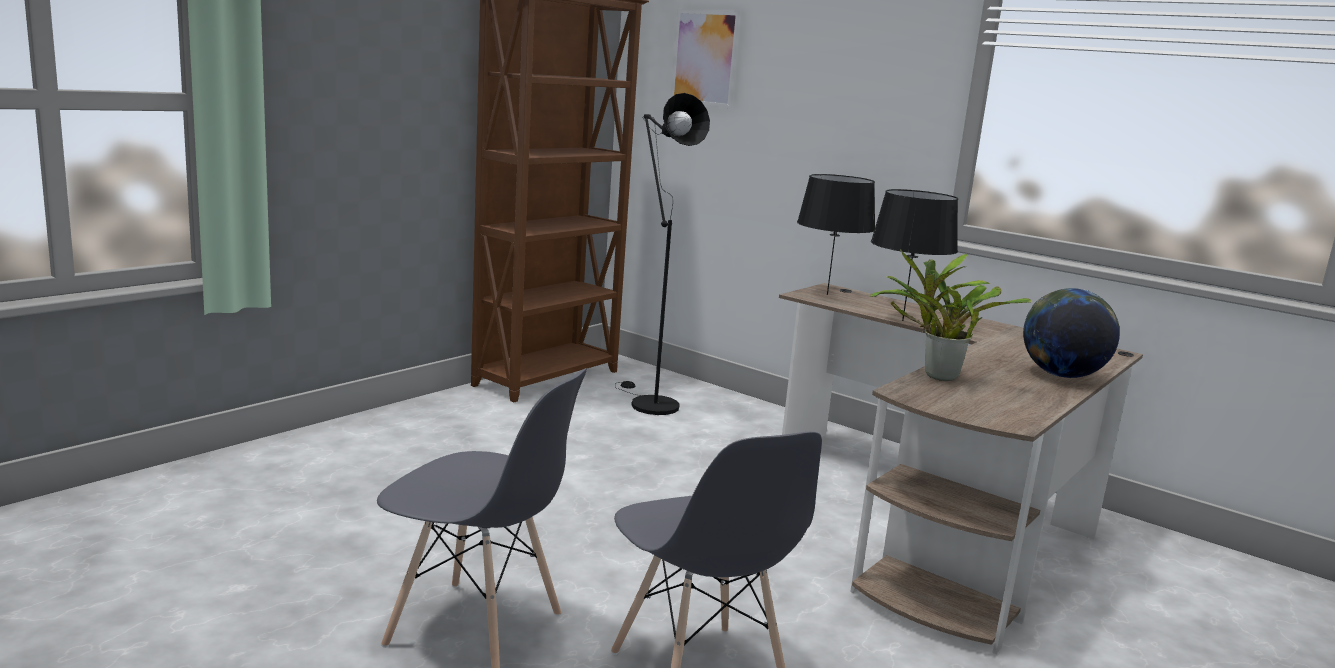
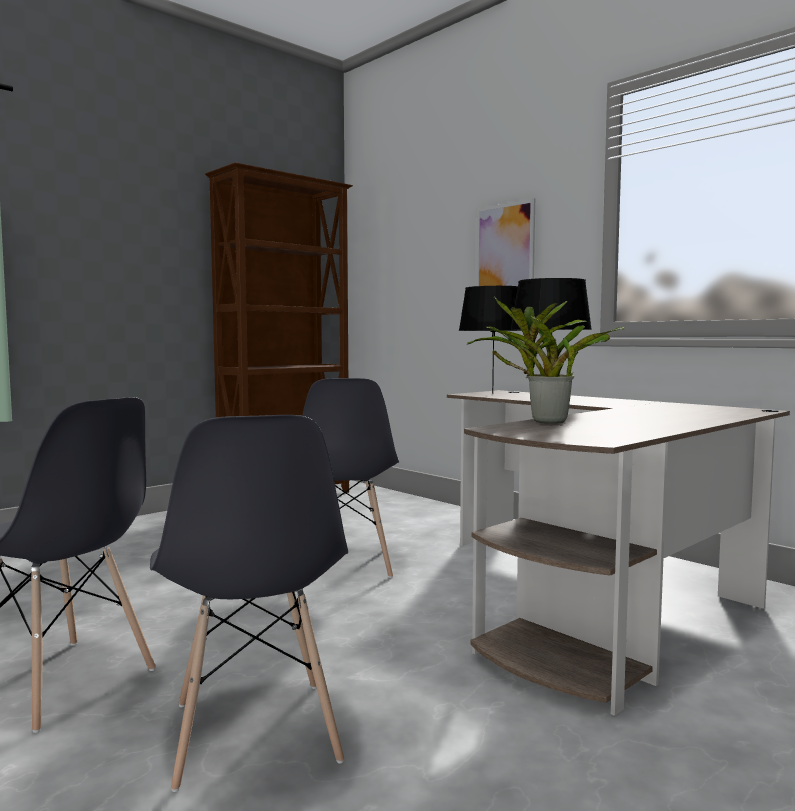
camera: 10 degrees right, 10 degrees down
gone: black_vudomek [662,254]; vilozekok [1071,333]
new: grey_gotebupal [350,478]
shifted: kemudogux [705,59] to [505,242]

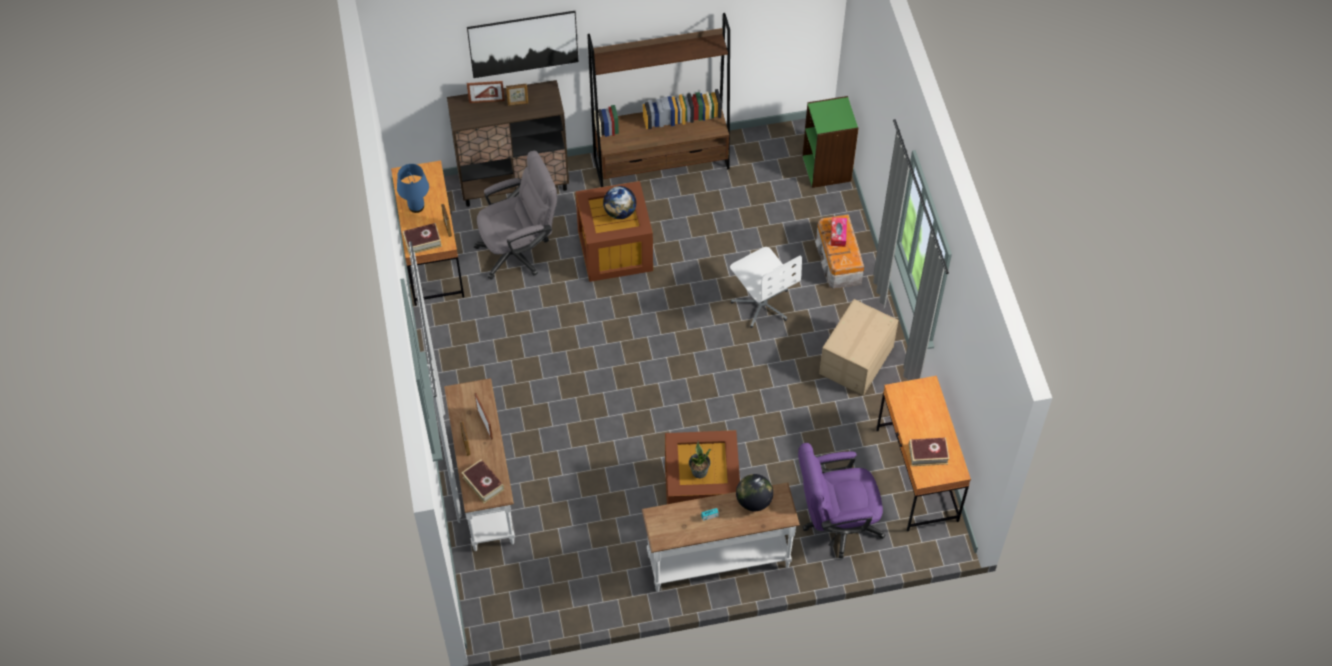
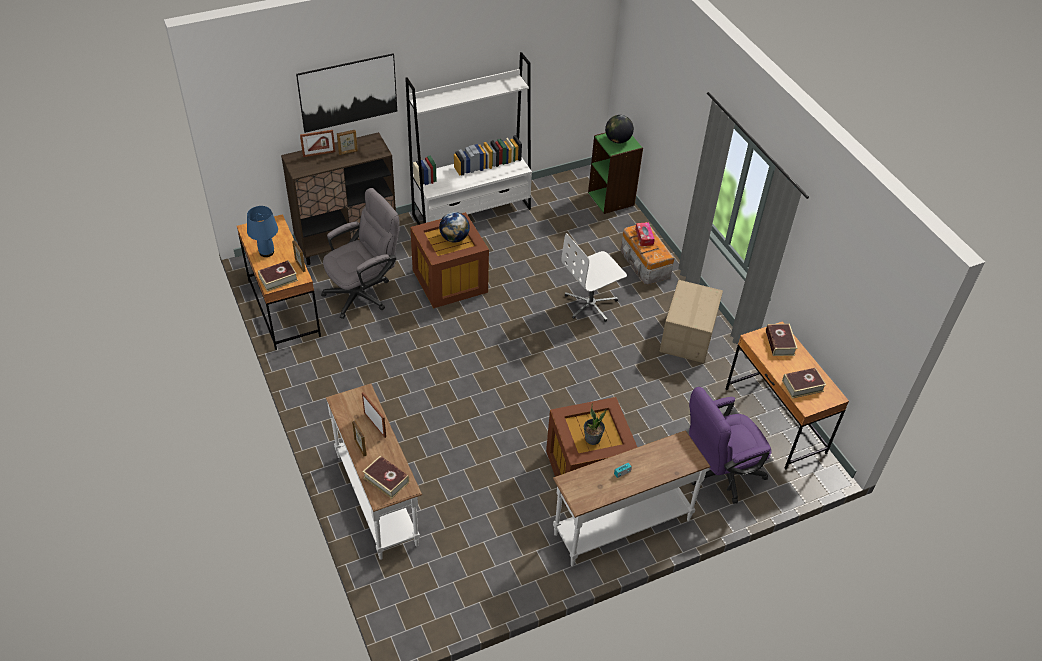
camera: 15 degrees left, 10 degrees down
new: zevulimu [782,340]
shifted: vilozekok [754,492] to [619,129]
repainted: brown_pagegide [658,100] to white_pagegide [468,138]
rotated: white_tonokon [766,287] = [594,277] 105 degrees clockwise

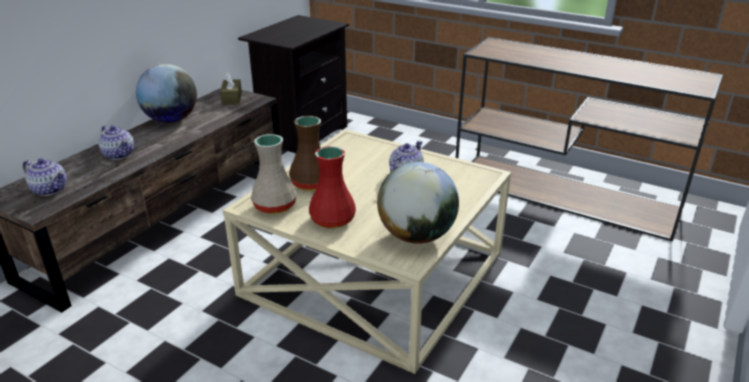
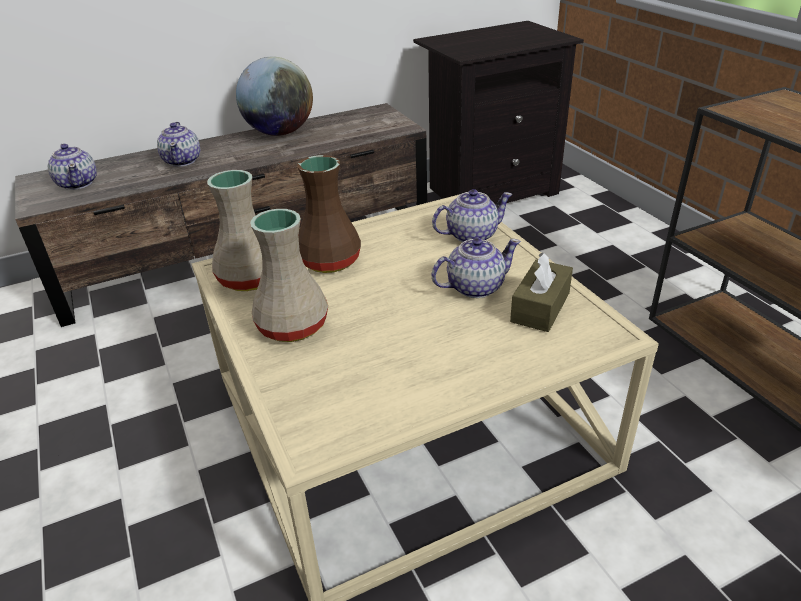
camera: 35 degrees right, 5 degrees up
gone: vilozekok [418,203]
new: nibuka [472,215]
shifted: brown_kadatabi [231,88] to [541,292]
repainted: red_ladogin [332,187] to beige_ladogin [289,275]

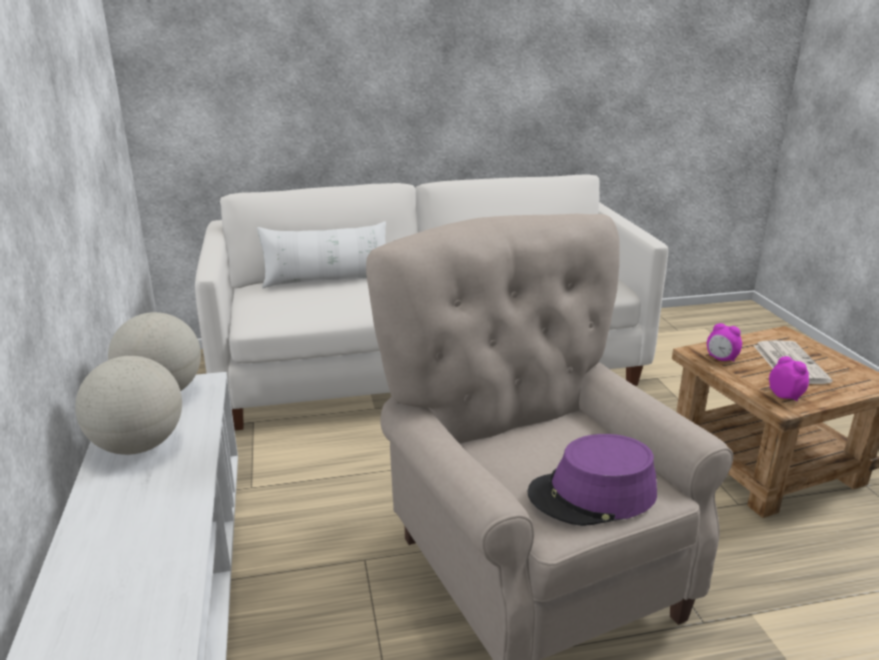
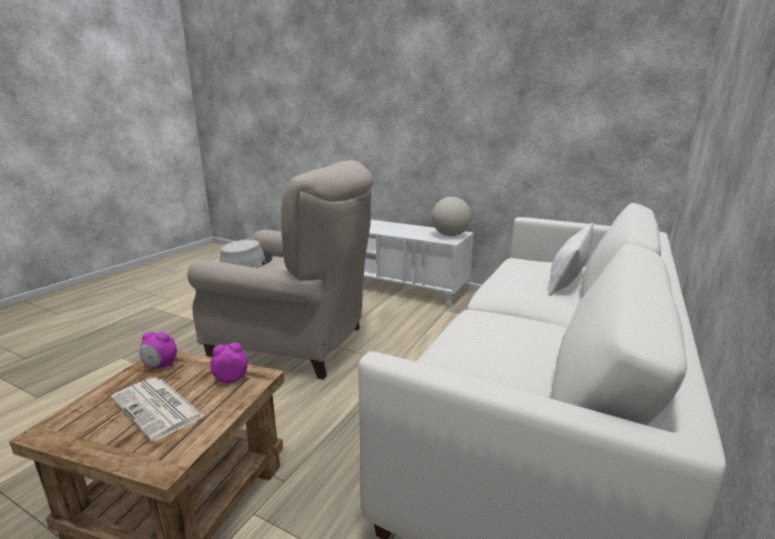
camera: 130 degrees right, 5 degrees down
gone: vilozekok [128,405]
repainted: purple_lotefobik [592,480] to grey_lotefobik [245,253]

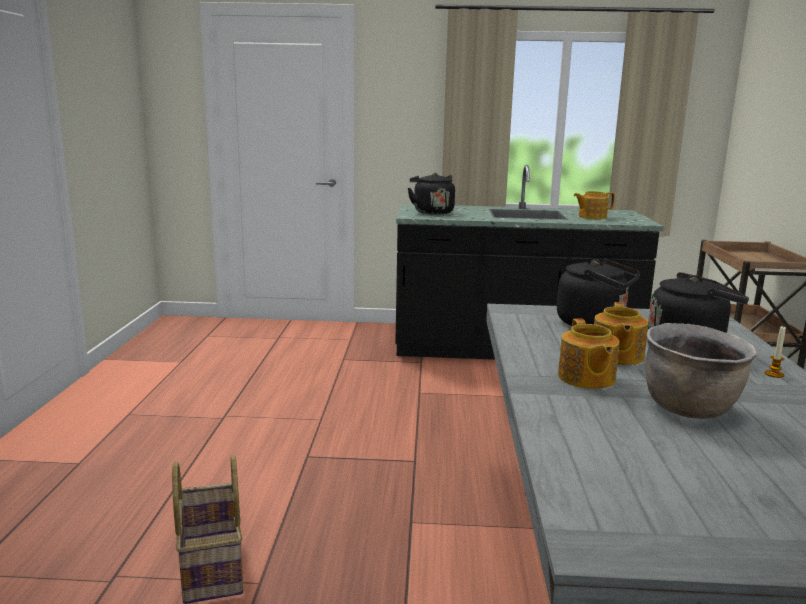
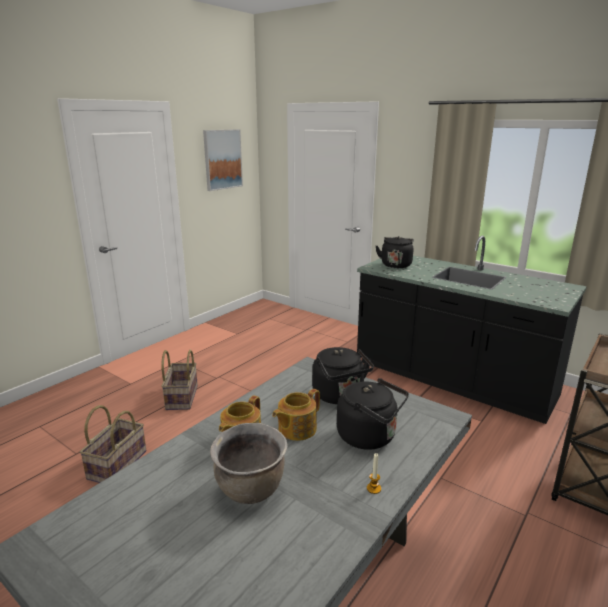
camera: 35 degrees right, 5 degrees up
gone: nibuka [594,205]
new: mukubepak [179,380]; kemudogux [223,160]

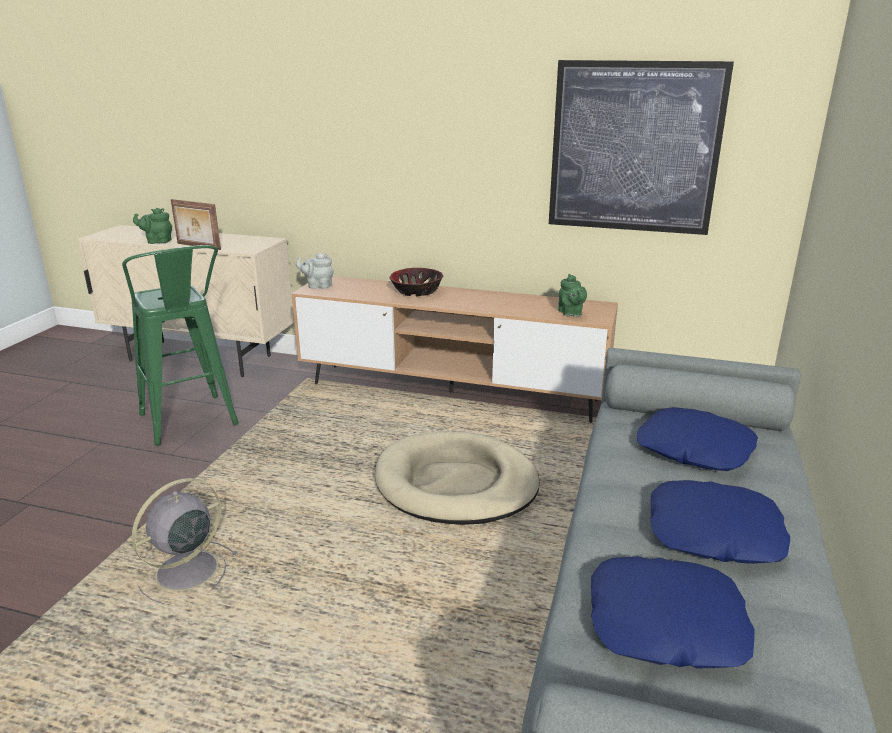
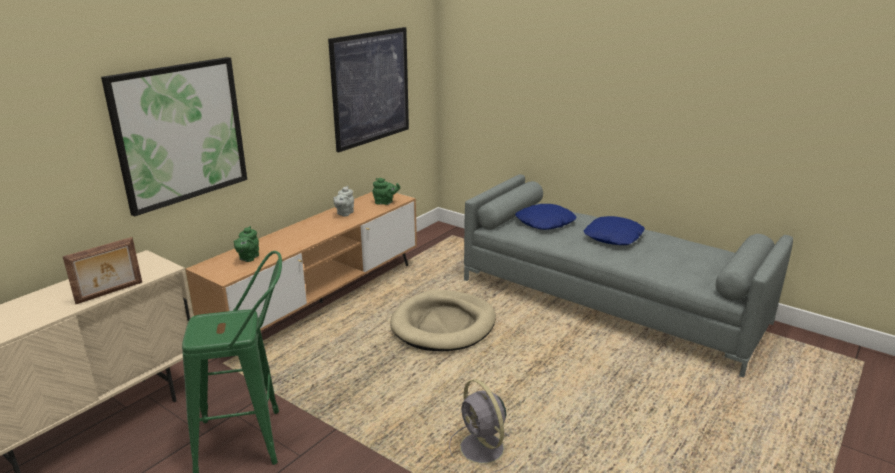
camera: 70 degrees left, 0 degrees up
gone: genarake [416,282]; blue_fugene [673,612]
new: kemudogux [174,137]
shifted: green_nibuka [152,226] to [246,244]; grey_nibuka [315,271] to [343,201]

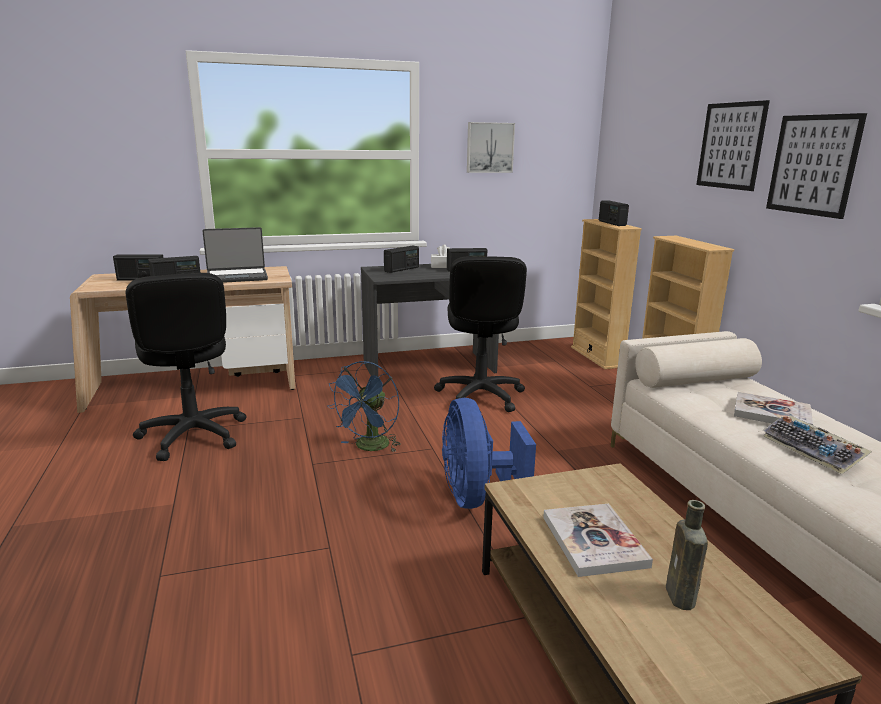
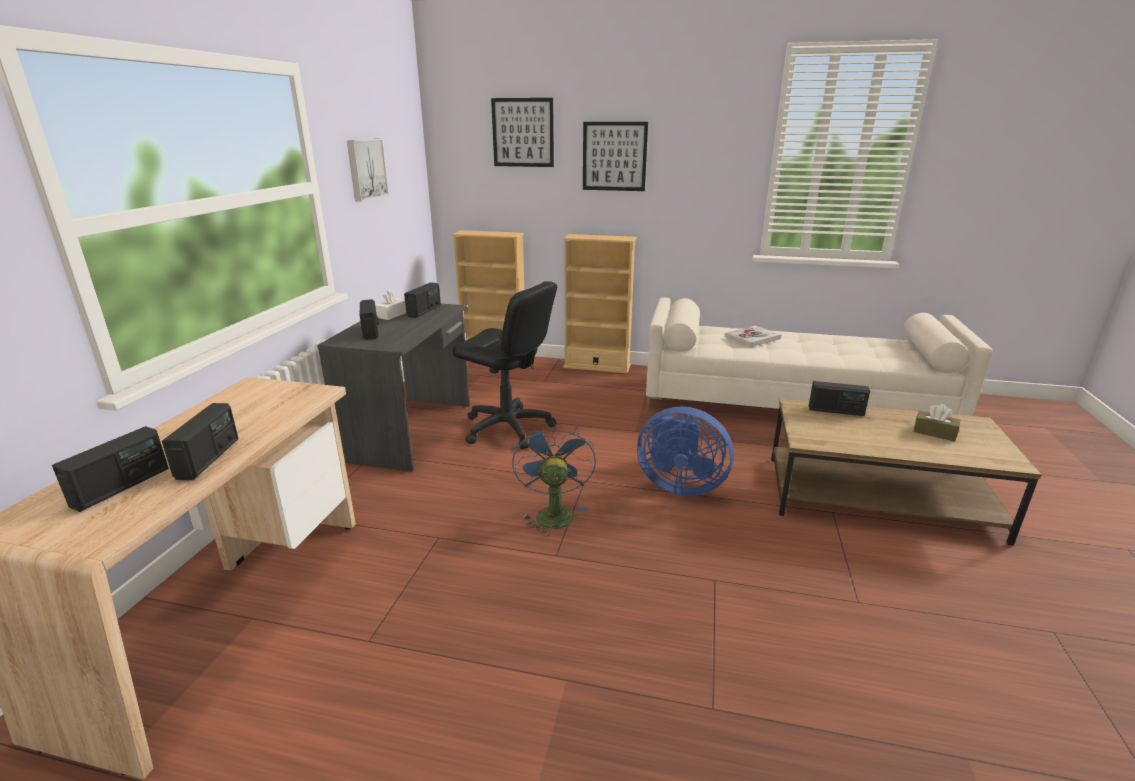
camera: 60 degrees left, 5 degrees up
gone: black_tonokon [186,367]; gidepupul [235,255]; zevulimu [598,540]; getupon [817,445]
shifted: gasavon [614,213] to [839,398]; kemudogux [816,166] to [522,132]
swapped: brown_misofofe [687,555] to brown_kadatabi [936,422]
rotated: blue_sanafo [364,407] = [554,479] 150 degrees counterclockwise

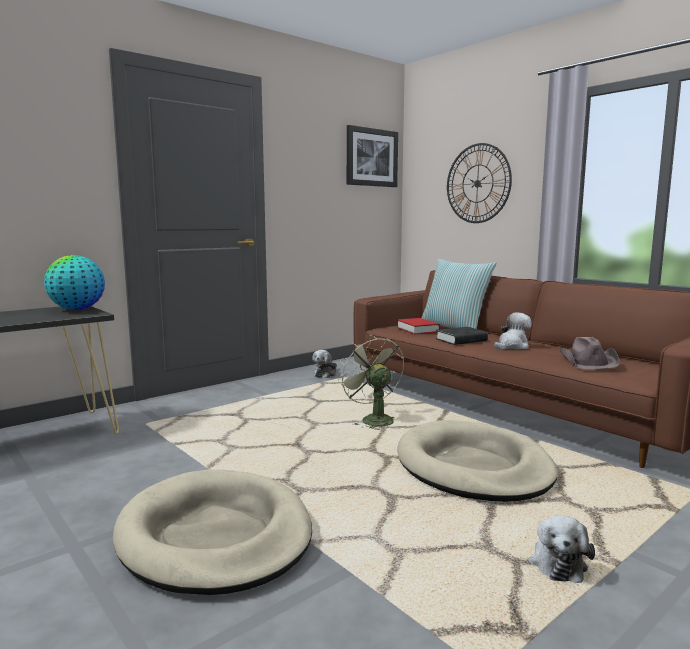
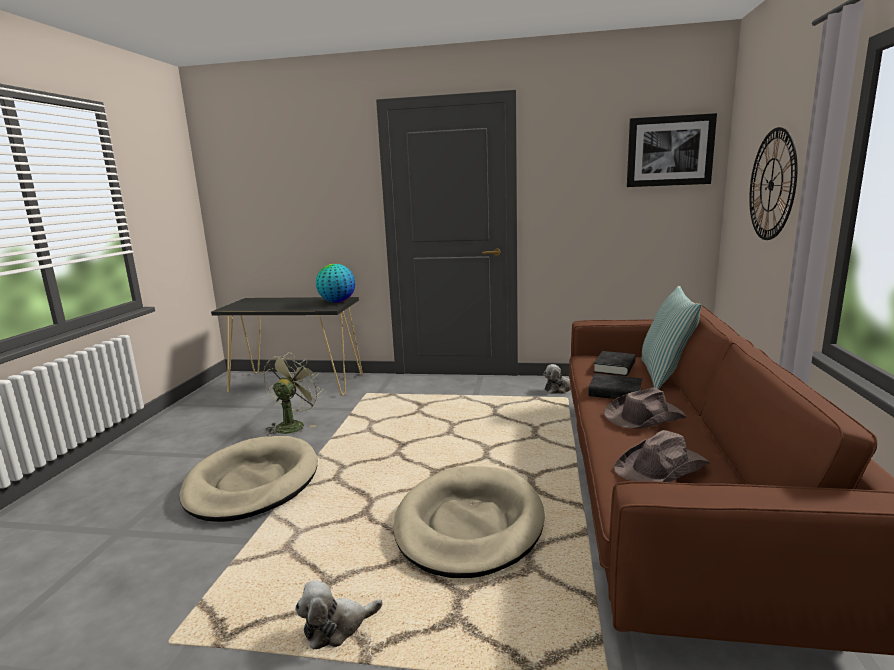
camera: 50 degrees right, 5 degrees up
shifted: green_sanafo [371,382] to [293,394]
swapped: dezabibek [513,331] to brown_lotefobik [645,408]
repainted: red_zevulimu [418,326] to black_zevulimu [614,363]

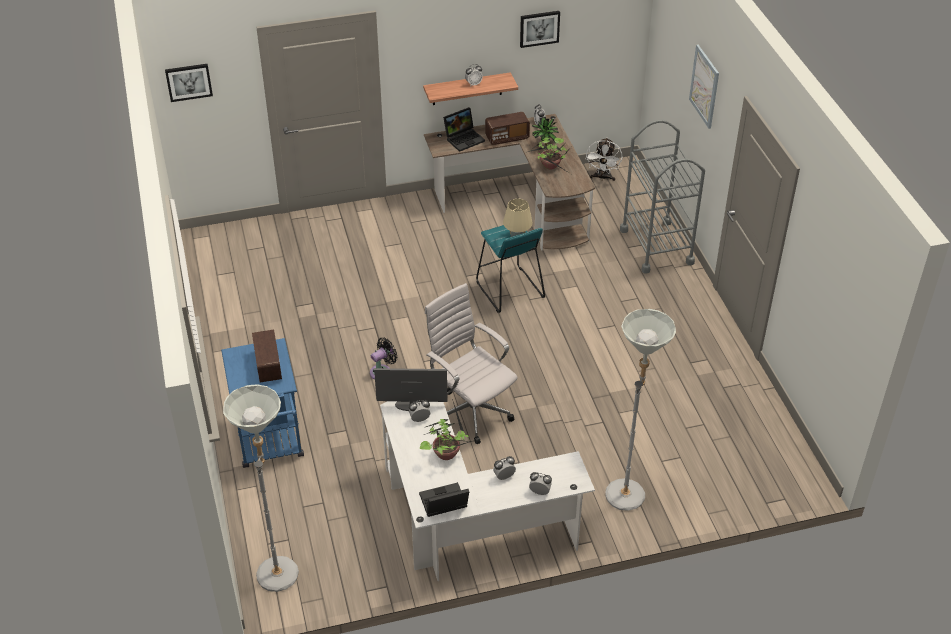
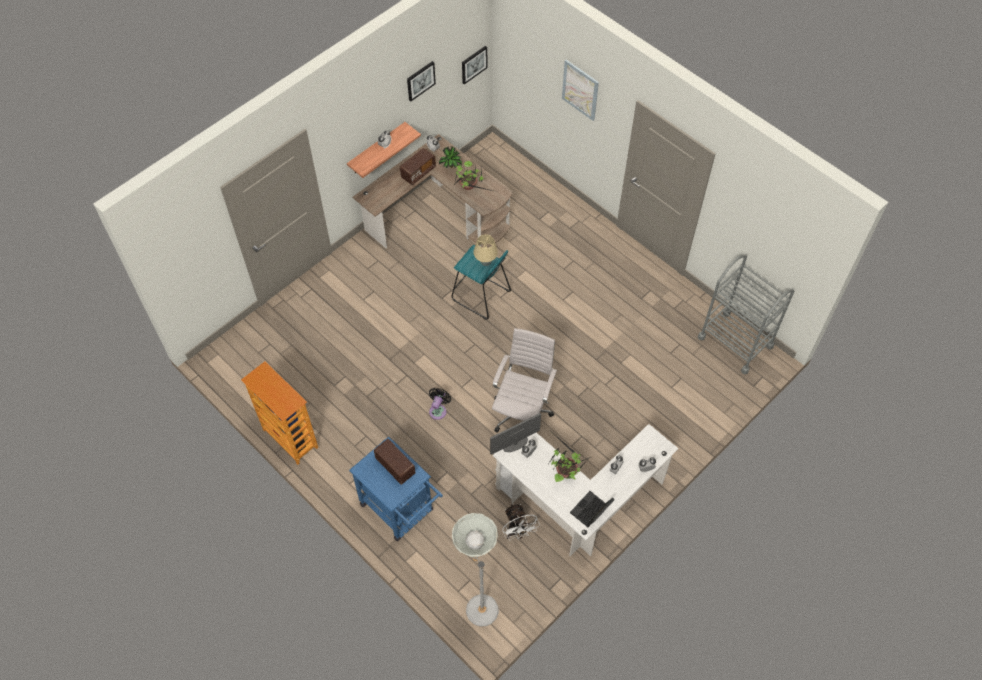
camera: 30 degrees left, 15 degrees up
gone: gidepupul [464,129]; grey_vudomek [640,410]
new: pagegide [279,413]
shifted: kemudogux [189,83] to [474,65]; white_sanafo [604,159] to [521,522]; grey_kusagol [662,196] to [746,315]
rotated: white_tonokon [471,363] = [524,380] 90 degrees clockwise

